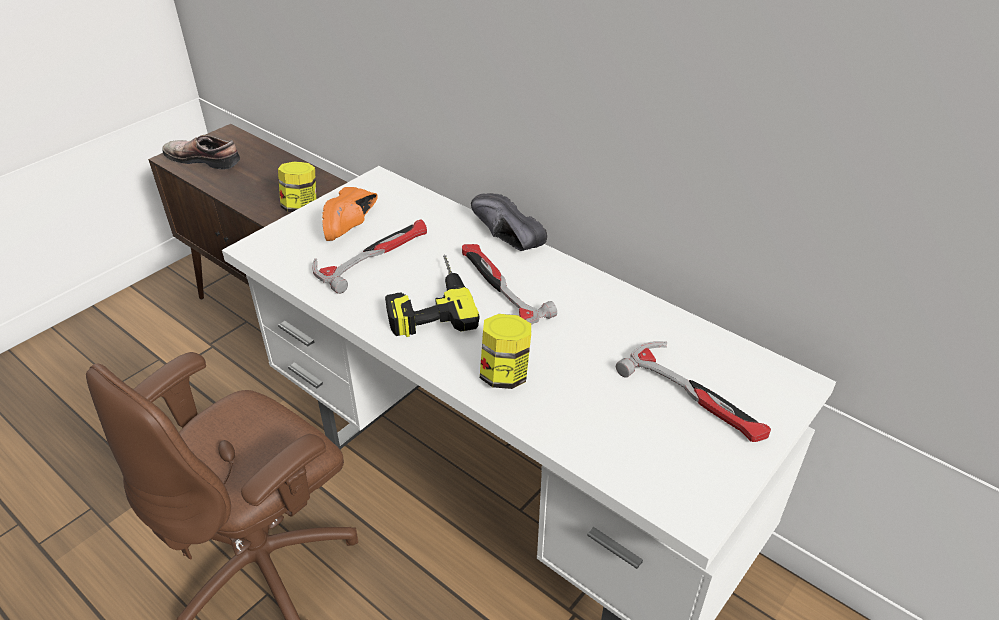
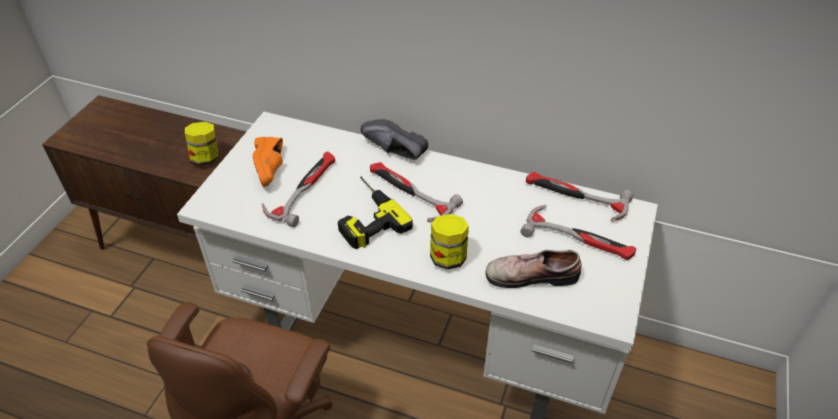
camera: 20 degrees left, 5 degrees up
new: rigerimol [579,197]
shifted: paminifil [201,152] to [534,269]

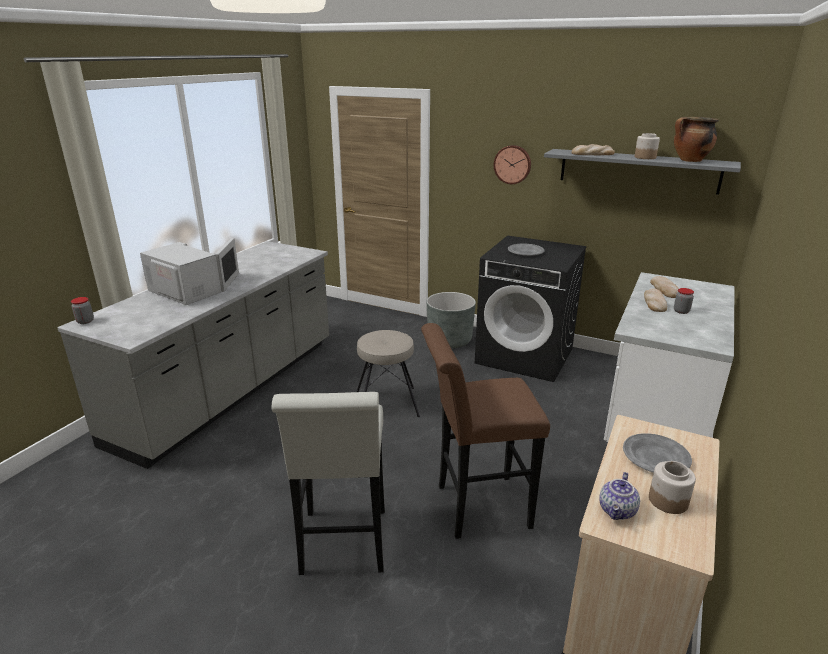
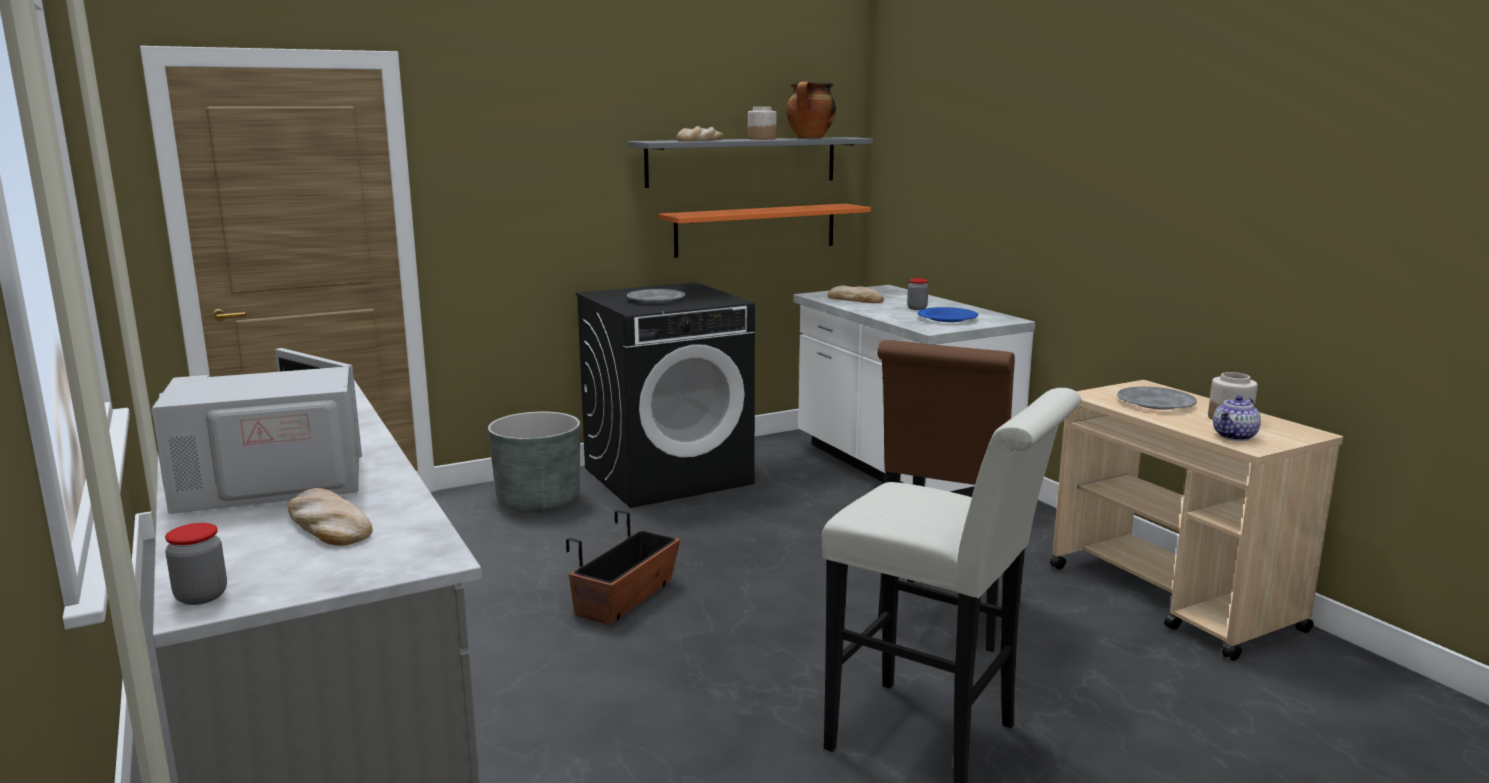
camera: 55 degrees left, 10 degrees down
gone: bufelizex [512,164]
new: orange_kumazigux [764,231]; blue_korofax [947,314]
shifted: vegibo [655,300] to [330,517]
swapped: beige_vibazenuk [388,373] to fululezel [623,567]
rotated: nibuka [619,496] = [1237,418] 75 degrees clockwise

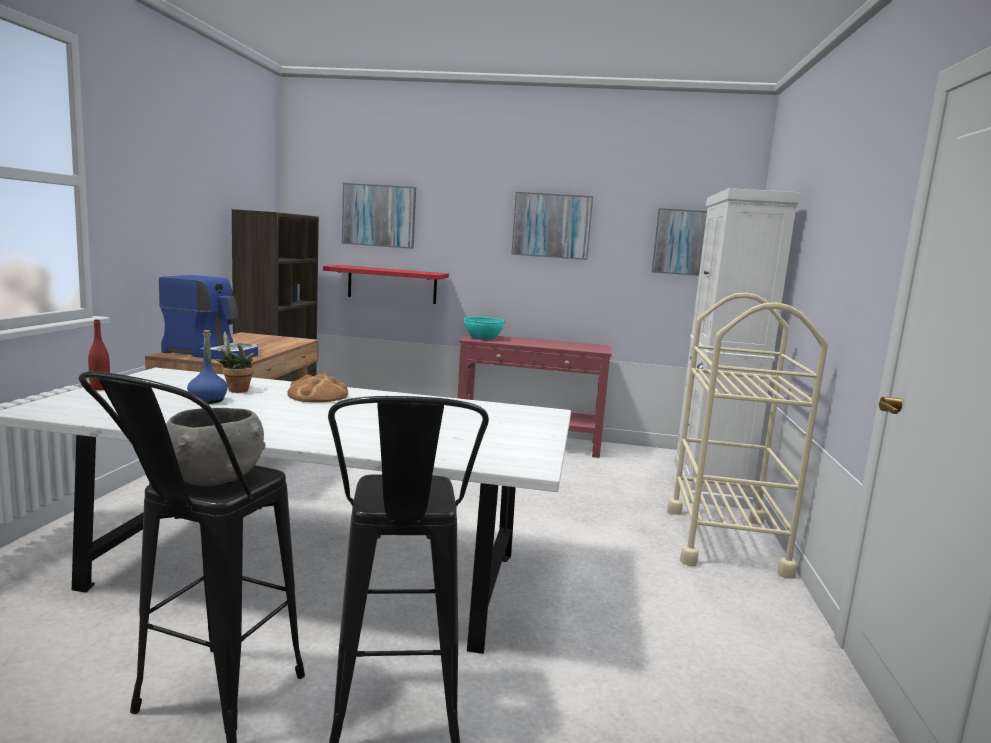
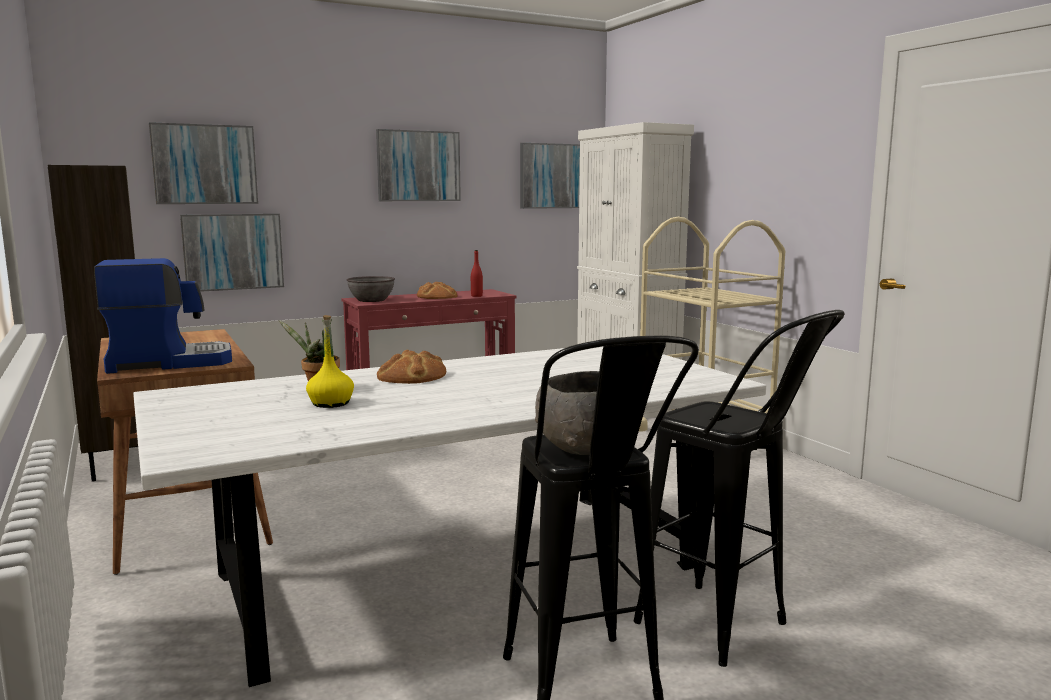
camera: 35 degrees left, 0 degrees up
new: vegibo [437,290]
shifted: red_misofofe [99,354] to [477,273]
swapped: red_kumazigux [386,284] to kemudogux [232,253]
repainted: blue_misofofe [207,367] to yellow_misofofe [330,361]; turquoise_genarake [484,328] to grey_genarake [370,289]

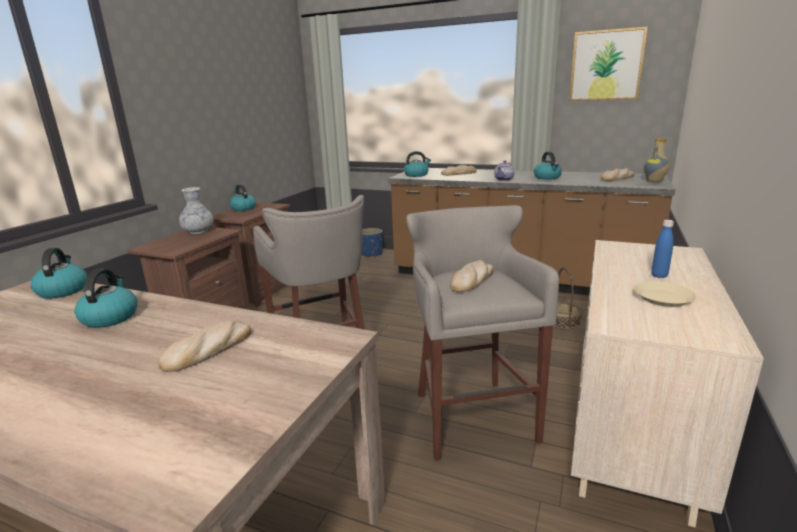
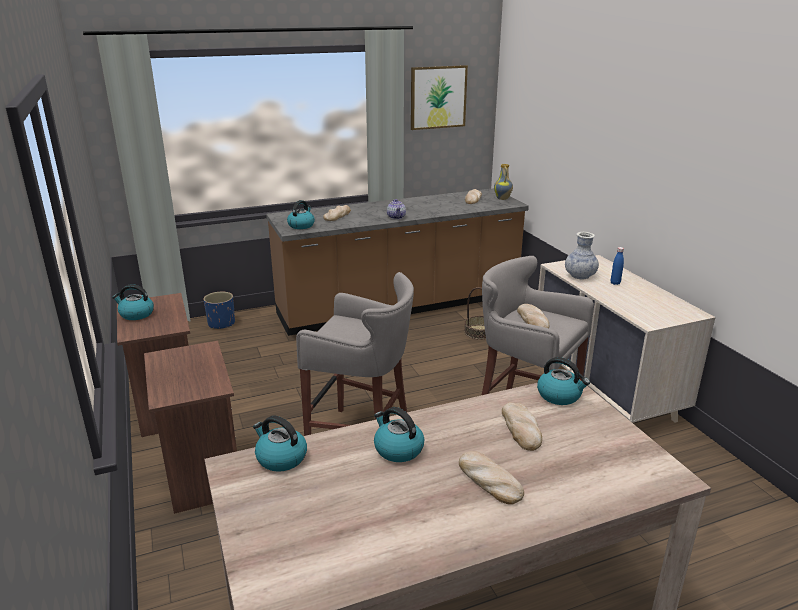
camera: 45 degrees left, 5 degrees up
gone: beige_korofax [665,294]
new: vegibo [491,478]
shifted: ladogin [196,210] to [582,255]; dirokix [548,165] to [563,381]

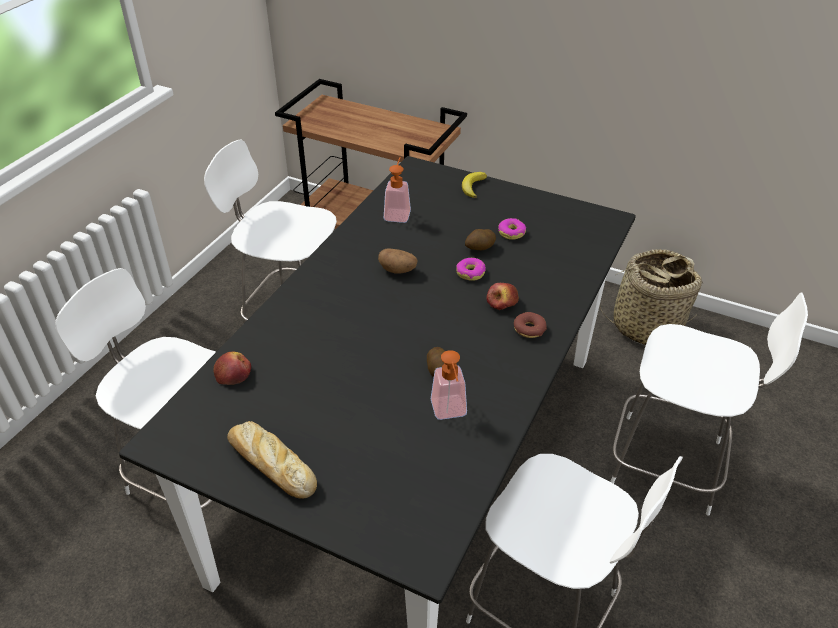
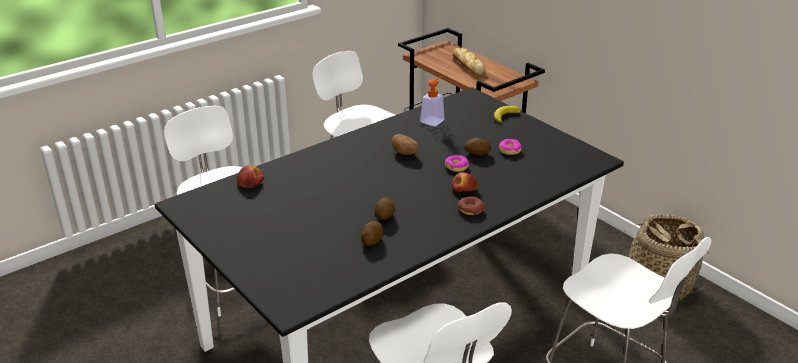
camera: 25 degrees right, 10 degrees down
shifted: vegibo [272,460] to [469,62]
swapped: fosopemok [449,385] to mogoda [372,233]

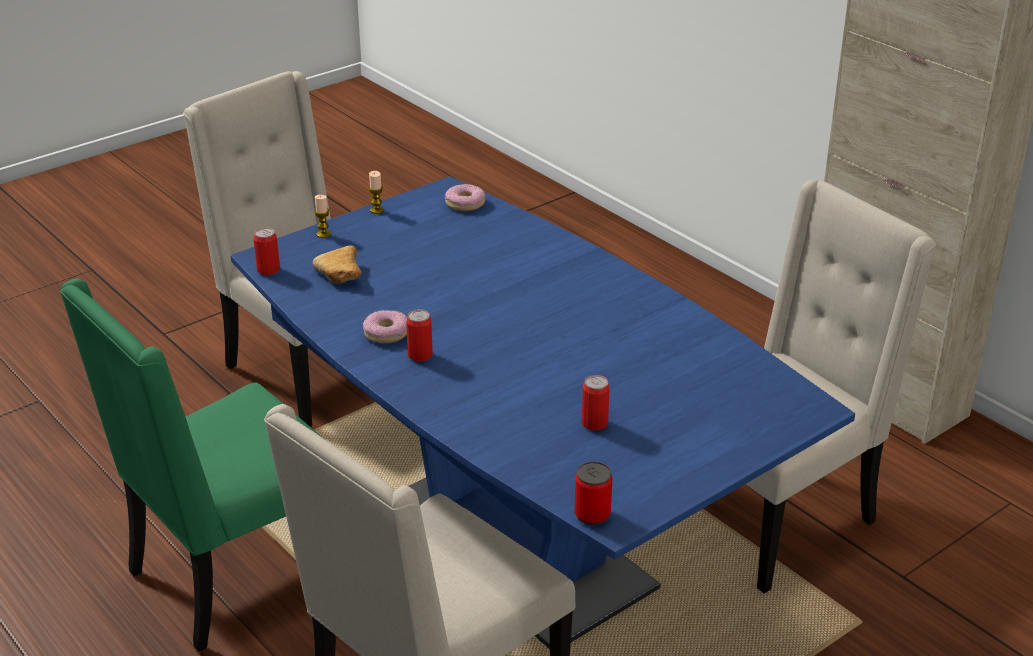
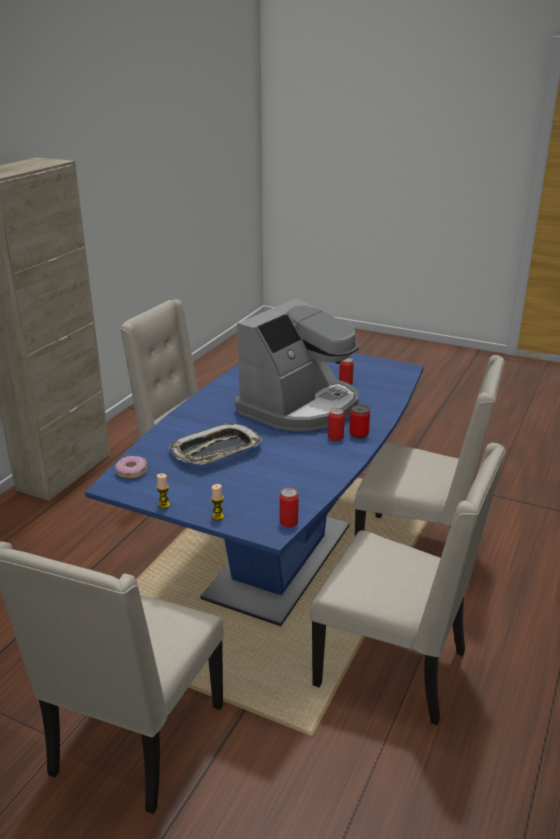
camera: 115 degrees left, 5 degrees down
gone: vegibo [337,264]; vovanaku [385,326]
new: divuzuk [215,444]; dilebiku [297,364]
shifted: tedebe [593,493] to [359,421]
repainted: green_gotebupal [192,465] to beige_gotebupal [408,584]

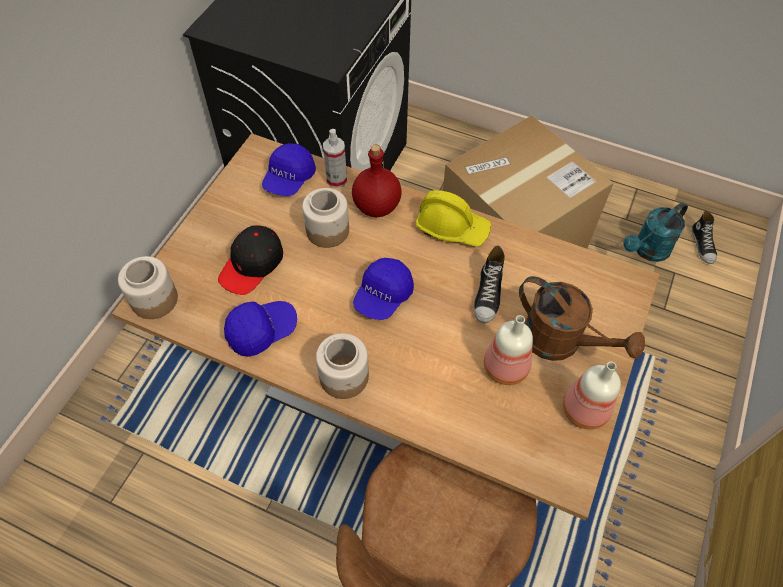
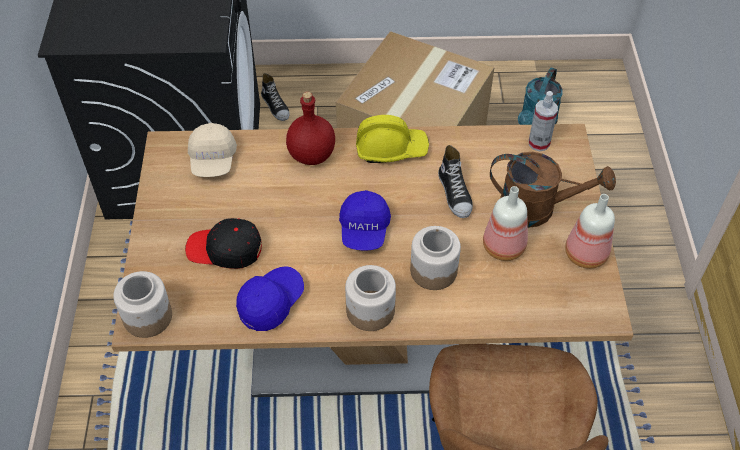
camera: 25 degrees left, 5 degrees down
shifted: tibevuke [325,218] to [435,258]; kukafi [335,158] to [543,121]; paminifil [704,237] to [275,97]
repainted: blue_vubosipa [289,169] to beige_vubosipa [212,150]
rotated: black_vubosipa [250,260] = [223,243] 90 degrees clockwise

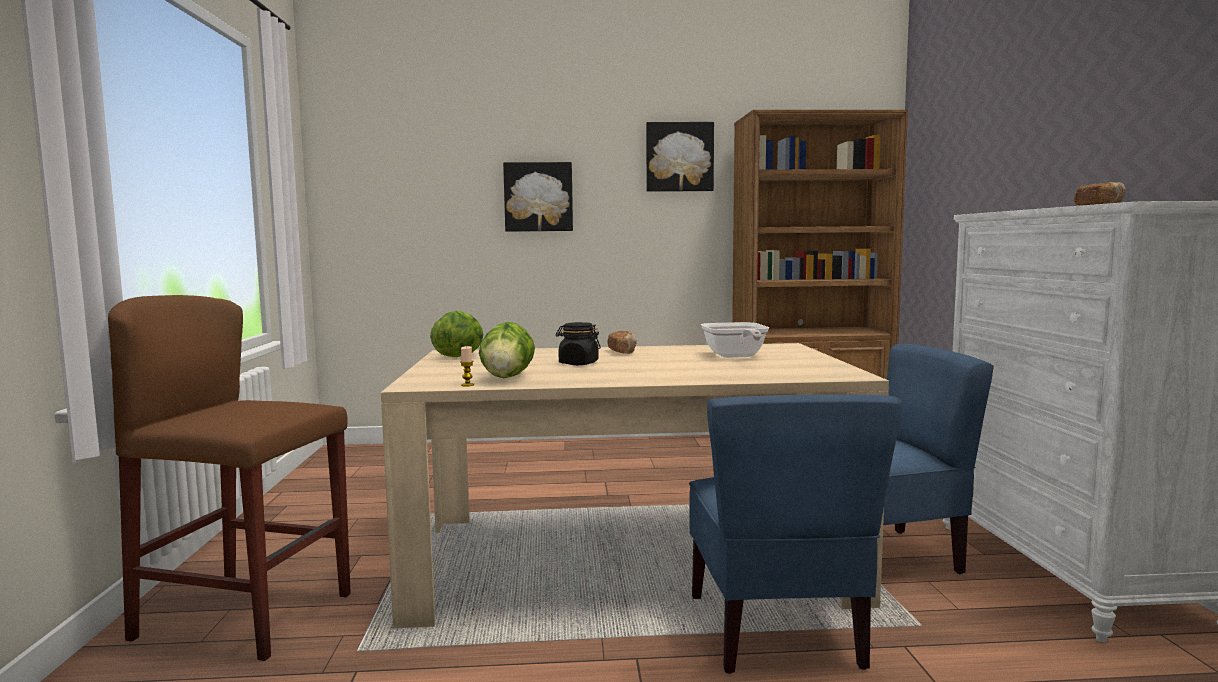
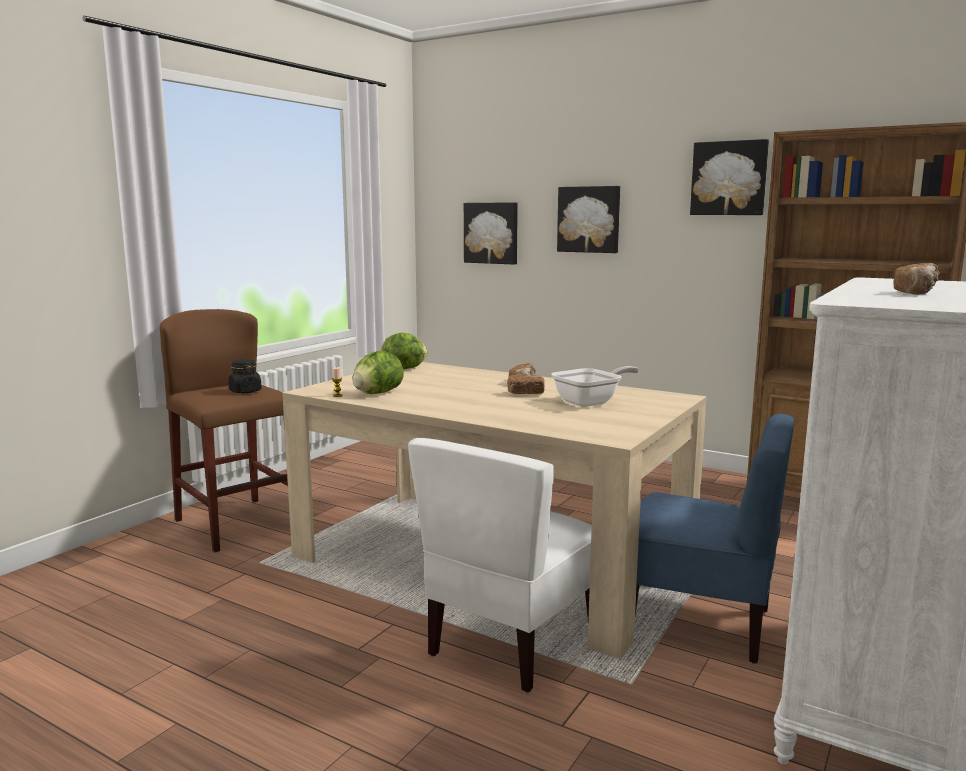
camera: 35 degrees right, 5 degrees up
new: kemudogux [491,233]; vegibo [526,384]
shifted: black_tibevuke [578,343] to [245,376]
repainted: blue_gotebupal [795,534] to white_gotebupal [500,565]
rotated: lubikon [735,340] = [595,386] 150 degrees counterclockwise

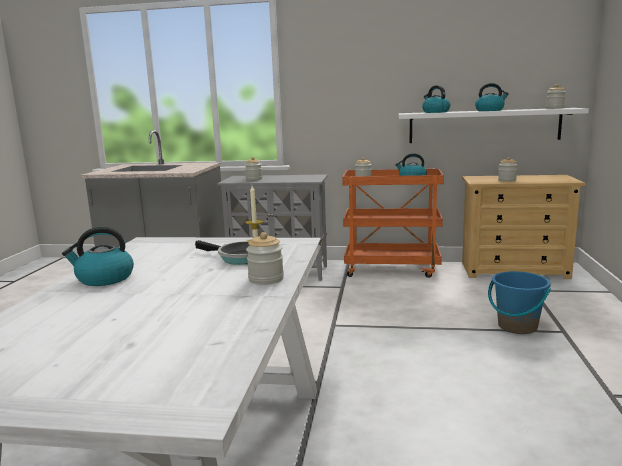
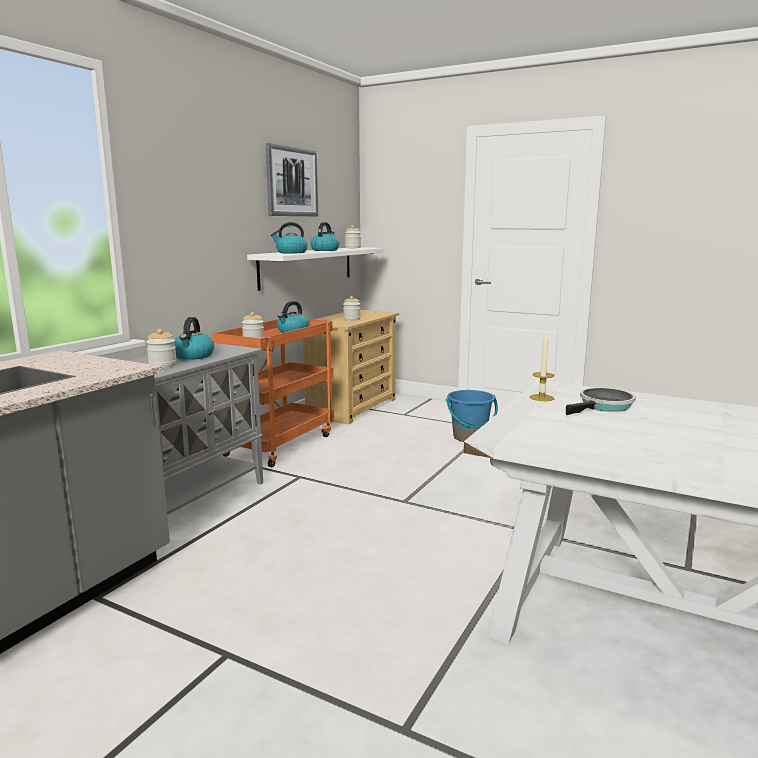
camera: 70 degrees left, 0 degrees up
gone: tibevuke [265,258]
new: kemudogux [292,179]
shifted: dirokix [98,256] to [194,338]

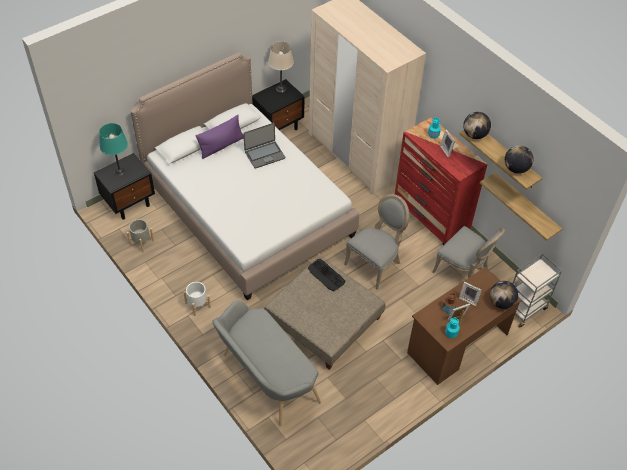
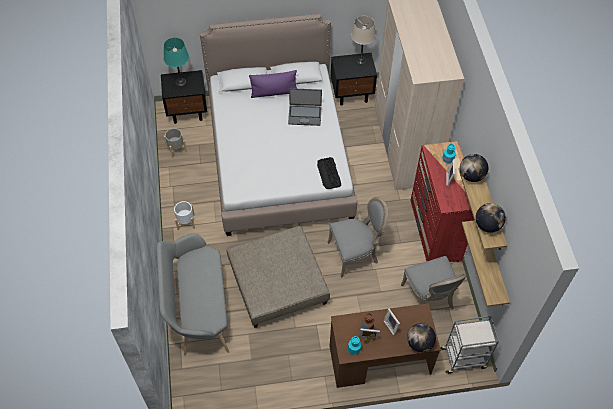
camera: 30 degrees right, 5 degrees up
shifted: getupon [326,275] to [329,173]

